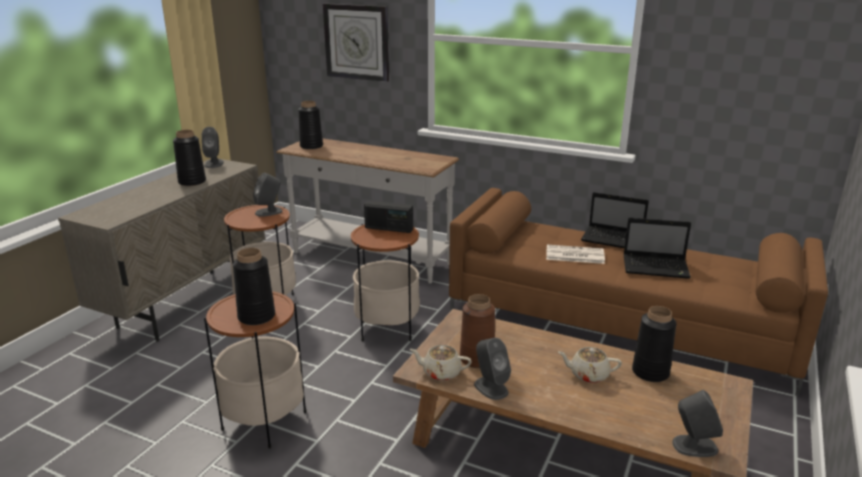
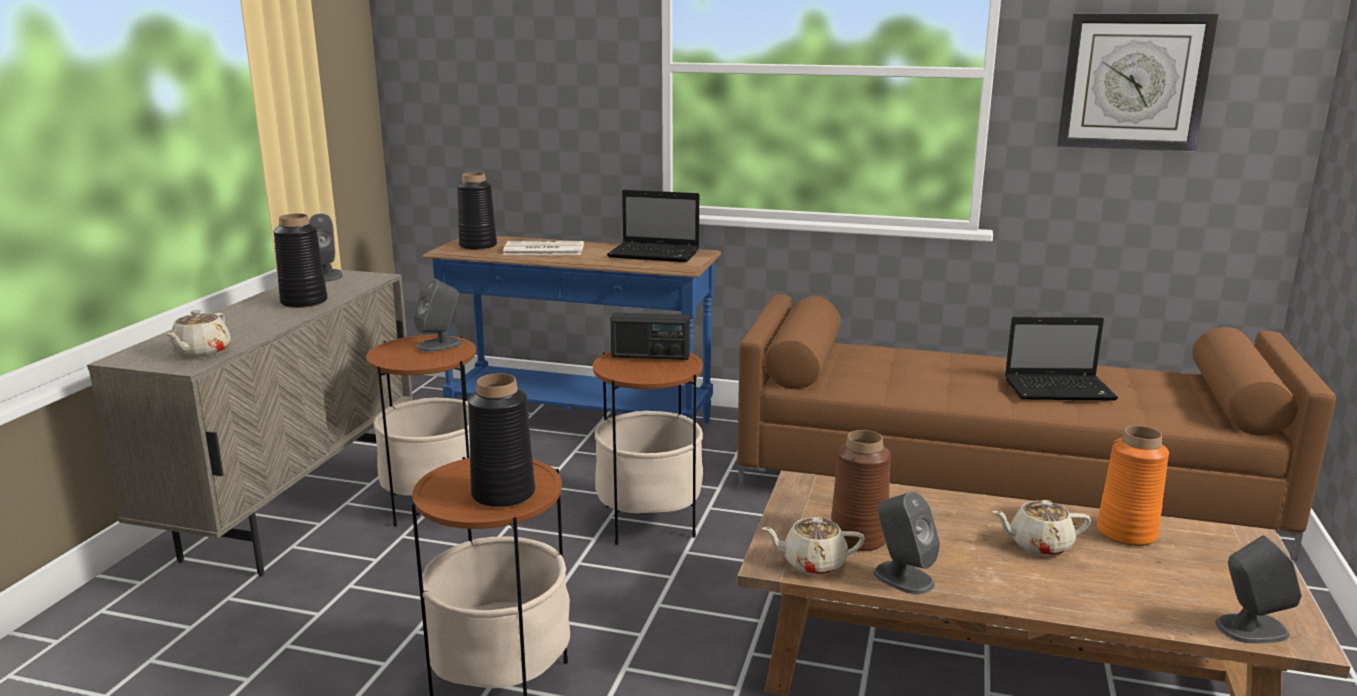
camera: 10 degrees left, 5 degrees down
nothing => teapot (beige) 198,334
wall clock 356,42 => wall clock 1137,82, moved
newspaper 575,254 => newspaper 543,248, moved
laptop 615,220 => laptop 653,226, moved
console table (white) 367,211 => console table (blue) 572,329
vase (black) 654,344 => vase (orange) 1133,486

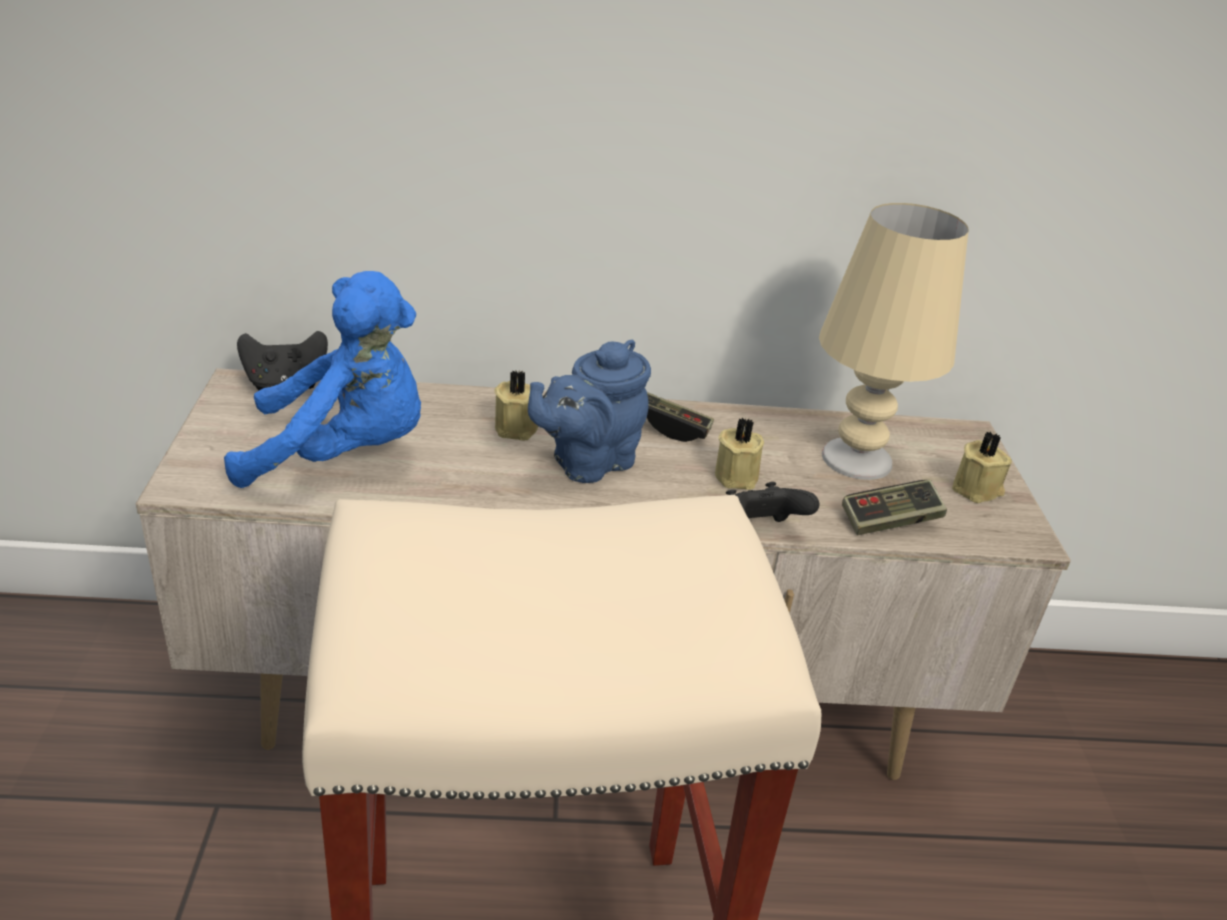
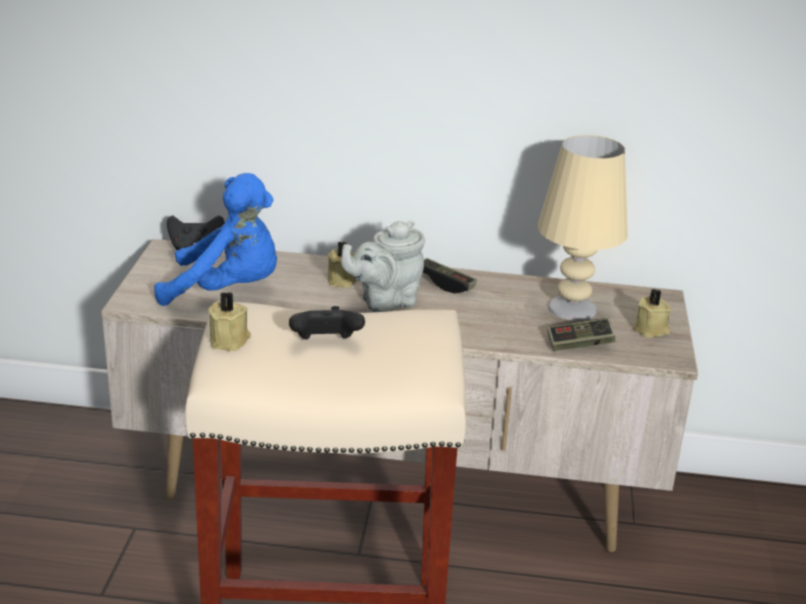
camera: 10 degrees right, 5 degrees down
candle (beige) 739,454 => candle (beige) 229,321, moved
game controller (black) 772,502 => game controller (black) 327,323, moved
teapot (blue) 589,411 => teapot (grey) 383,266

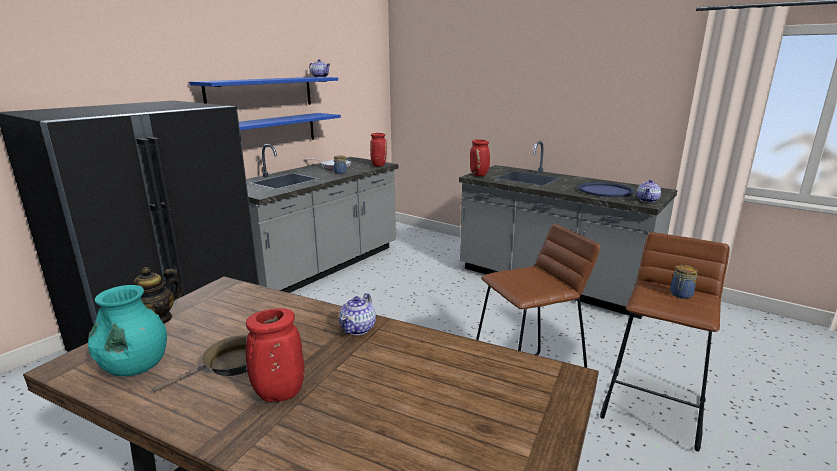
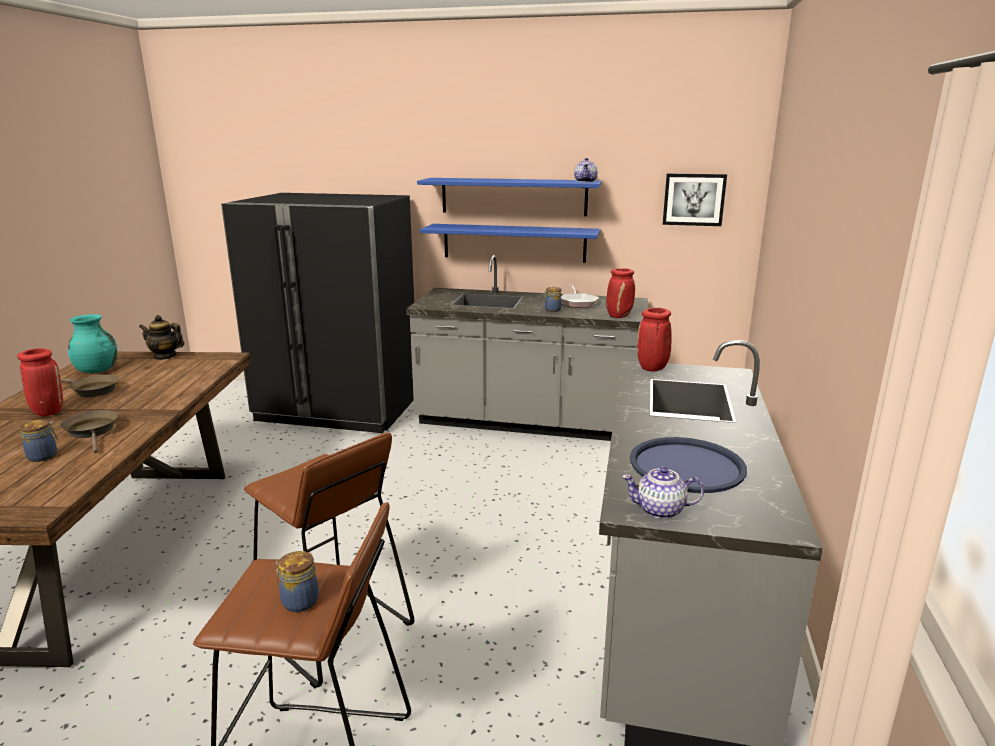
camera: 65 degrees right, 0 degrees up
teapot 357,314 => nothing
nothing => jar 39,441
nothing => frying pan (brown) 89,431
nothing => picture 695,199

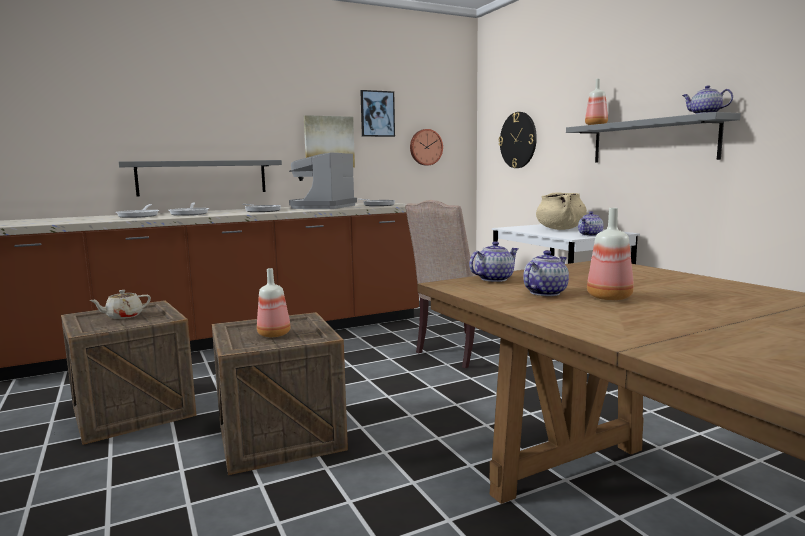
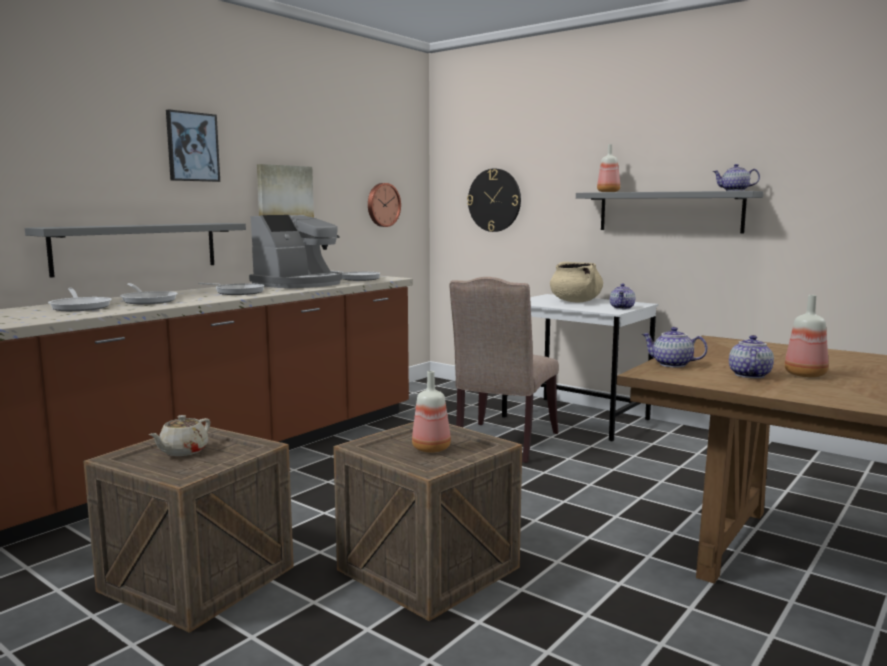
camera: 25 degrees left, 0 degrees up
picture 377,113 => picture 193,145, moved
coffee machine 323,180 => coffee machine 295,251, 135 degrees counterclockwise
teapot 494,261 => teapot 675,347, 90 degrees counterclockwise

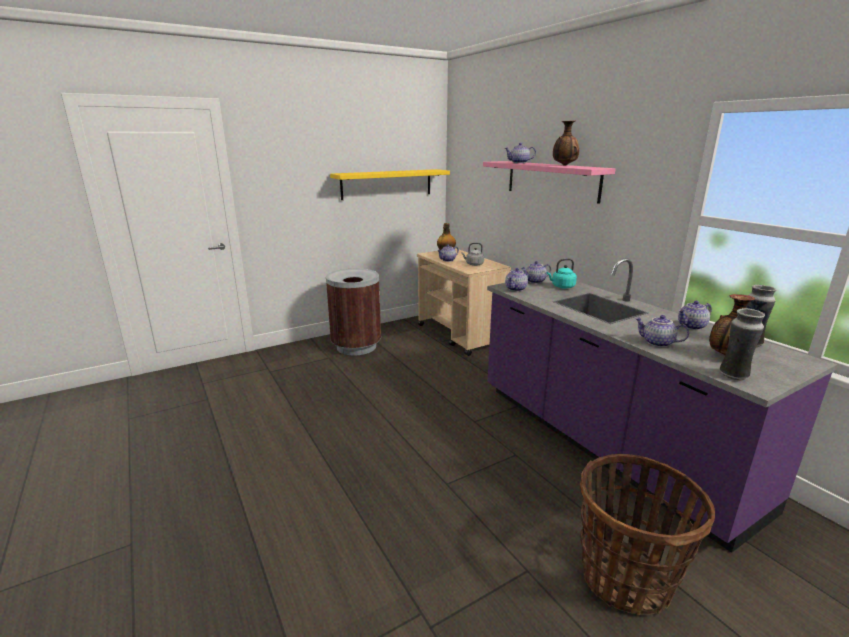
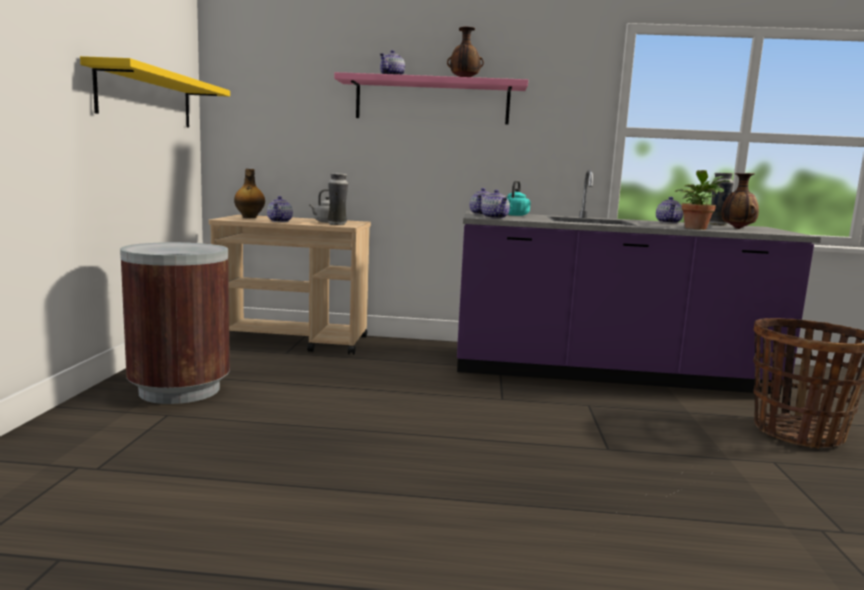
camera: 55 degrees left, 10 degrees down
vase 742,344 => vase 338,199, moved
teapot 662,331 => potted plant 702,200

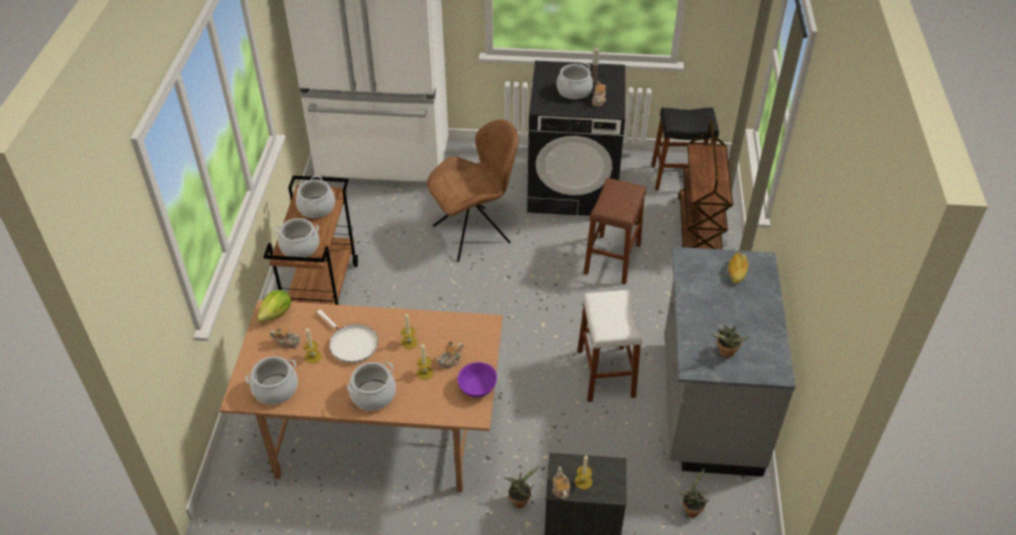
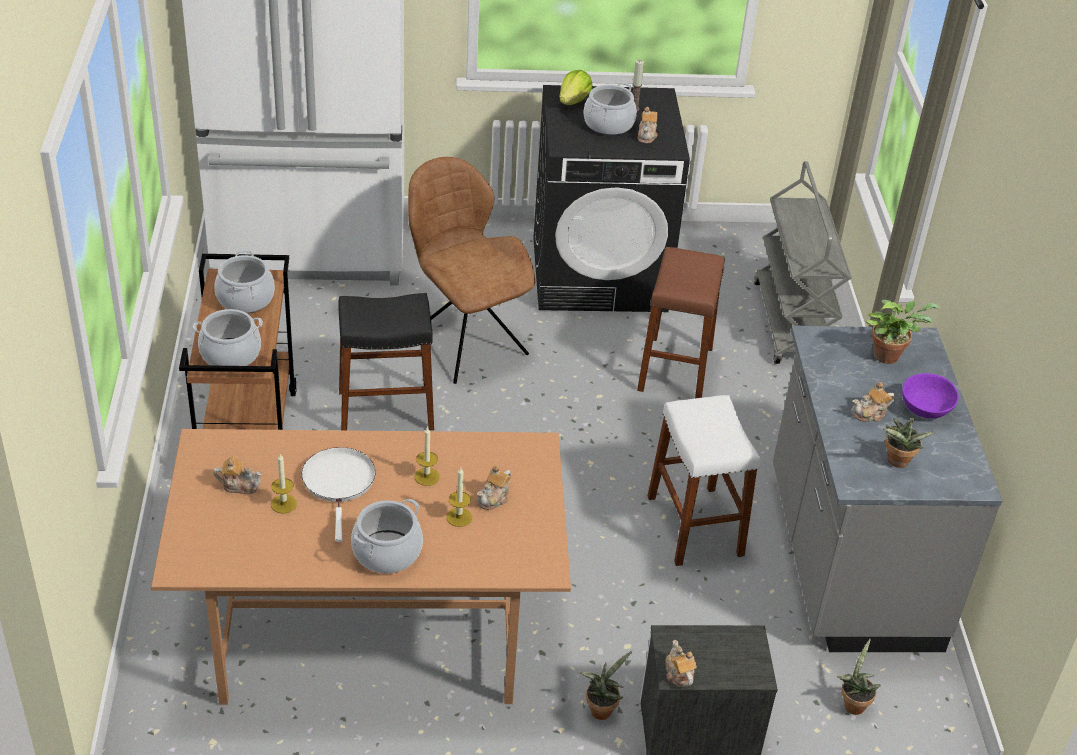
camera: 10 degrees left, 5 degrees down
cooking pot 271,380 => nothing
candle 583,472 => nothing
nothing => teapot 874,402
lettuce 274,306 => lettuce 576,87, moved
bowl (purple) 477,379 => bowl (purple) 930,395, moved
stool (black) 685,149 => stool (black) 386,361, moved
bread 738,268 => potted plant 903,332
cart (brown) 705,185 => cart (grey) 803,262
frying pan (white) 347,336 => frying pan (white) 338,494, 135 degrees counterclockwise
chair (brown) 473,190 => chair (brown) 471,270, 90 degrees counterclockwise

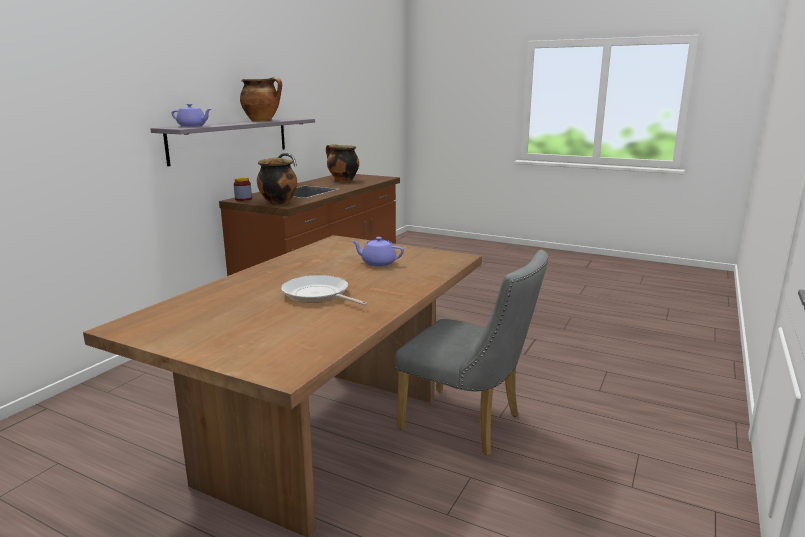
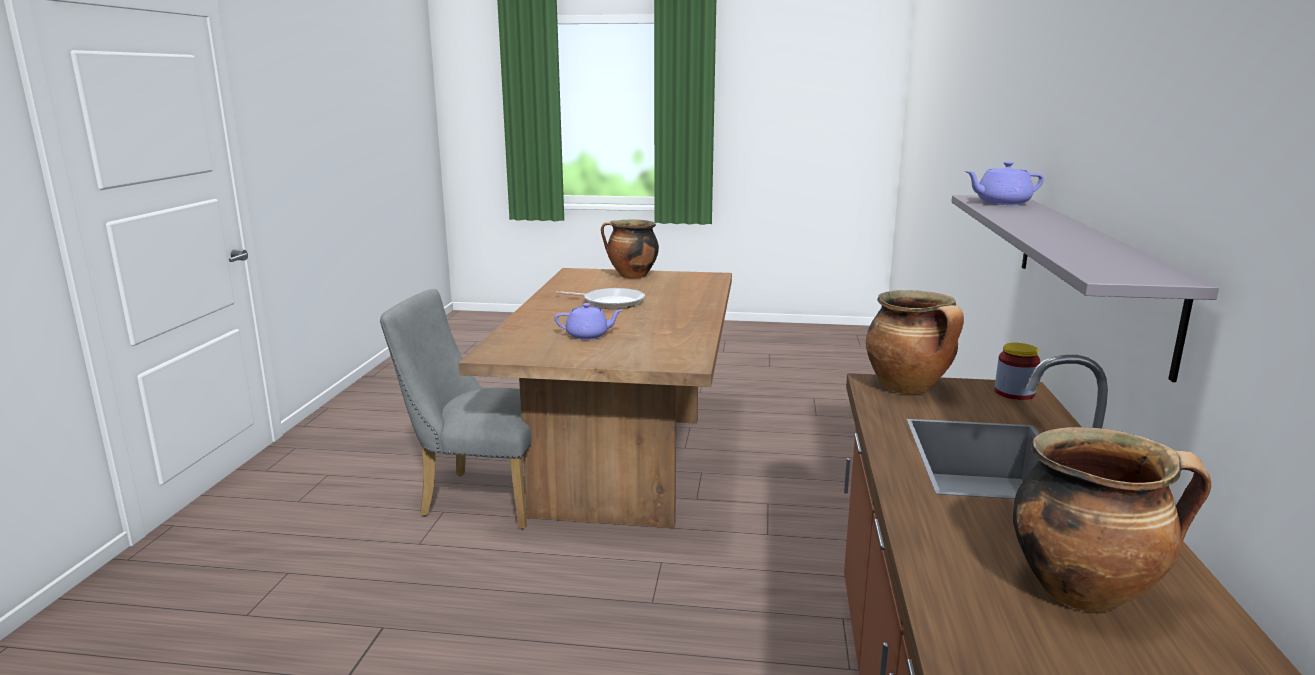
camera: 160 degrees right, 0 degrees up
cooking pot 261,99 => cooking pot 630,249, moved

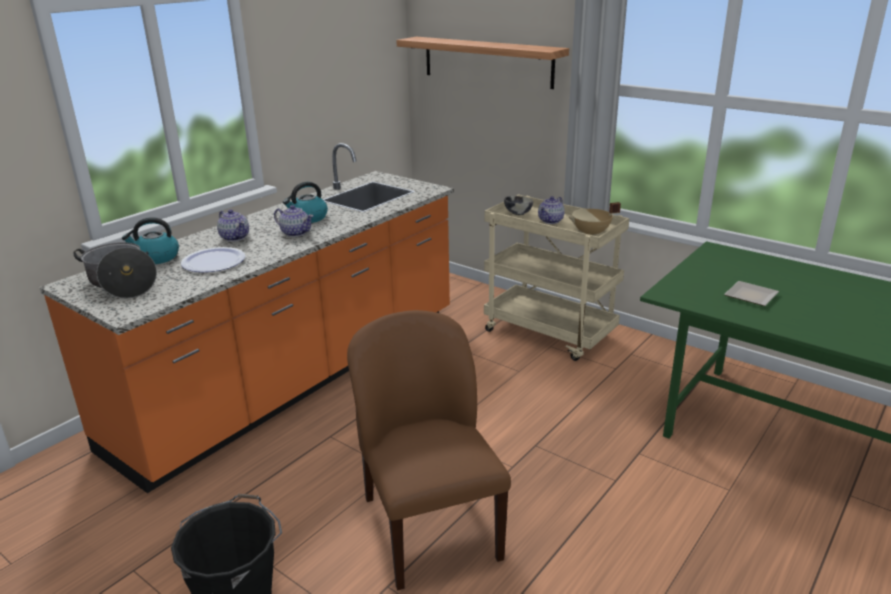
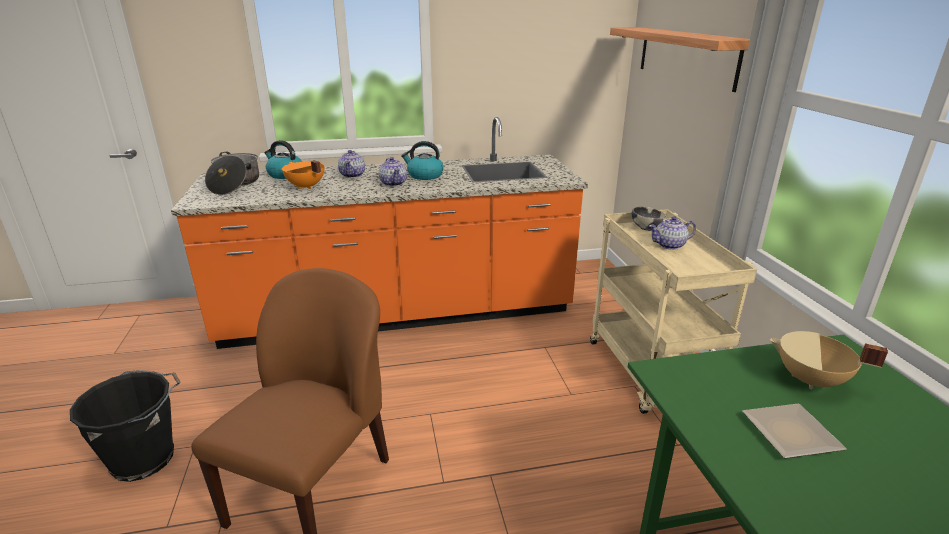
camera: 40 degrees right, 0 degrees up
cooking pot (beige) 595,219 => cooking pot (beige) 829,360, moved
plate 213,259 => cooking pot (orange) 303,174

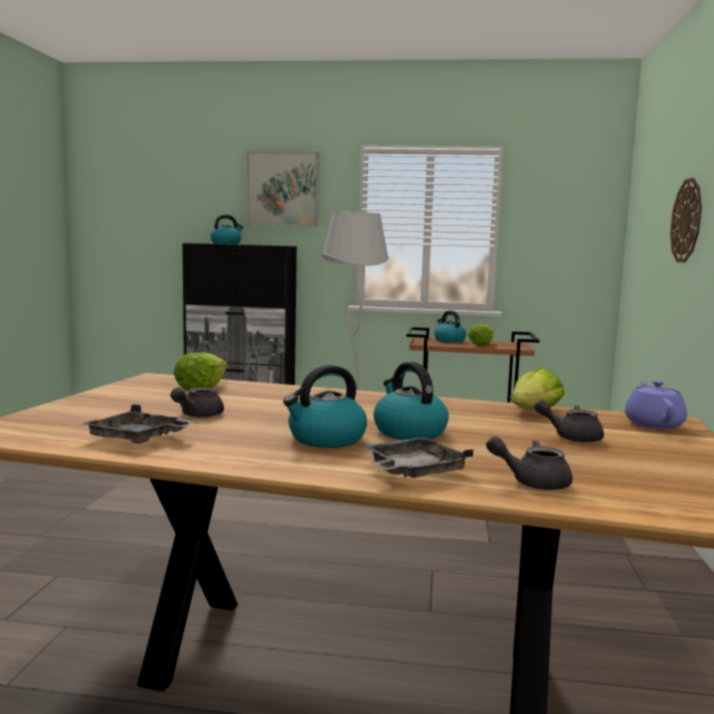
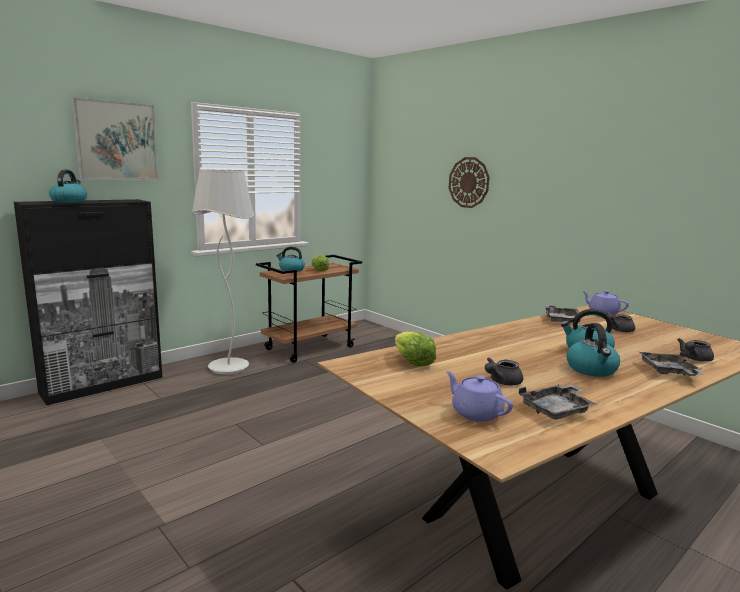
camera: 50 degrees left, 5 degrees up
nothing => teapot (purple) 479,396
lettuce 538,389 => tray (grey) 564,313
teapot (grey) 197,402 => teapot (grey) 504,371, 75 degrees clockwise

